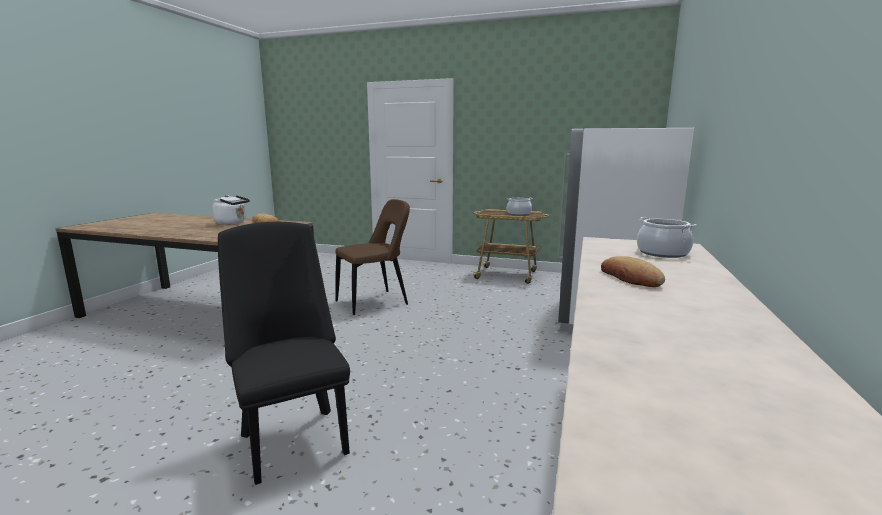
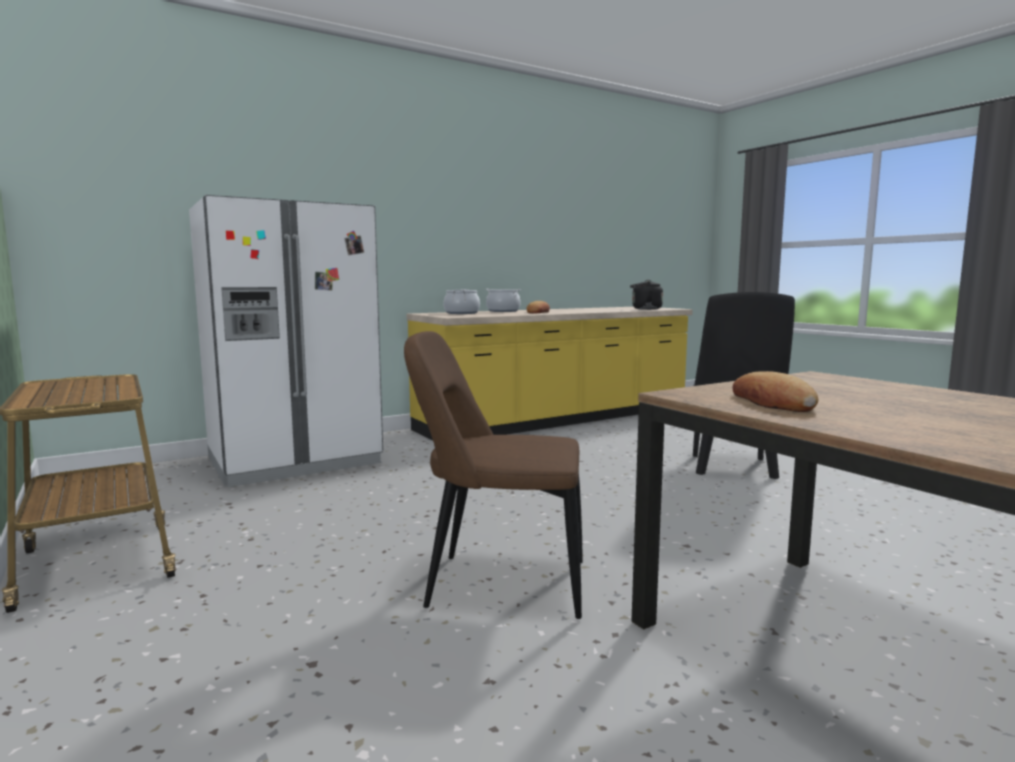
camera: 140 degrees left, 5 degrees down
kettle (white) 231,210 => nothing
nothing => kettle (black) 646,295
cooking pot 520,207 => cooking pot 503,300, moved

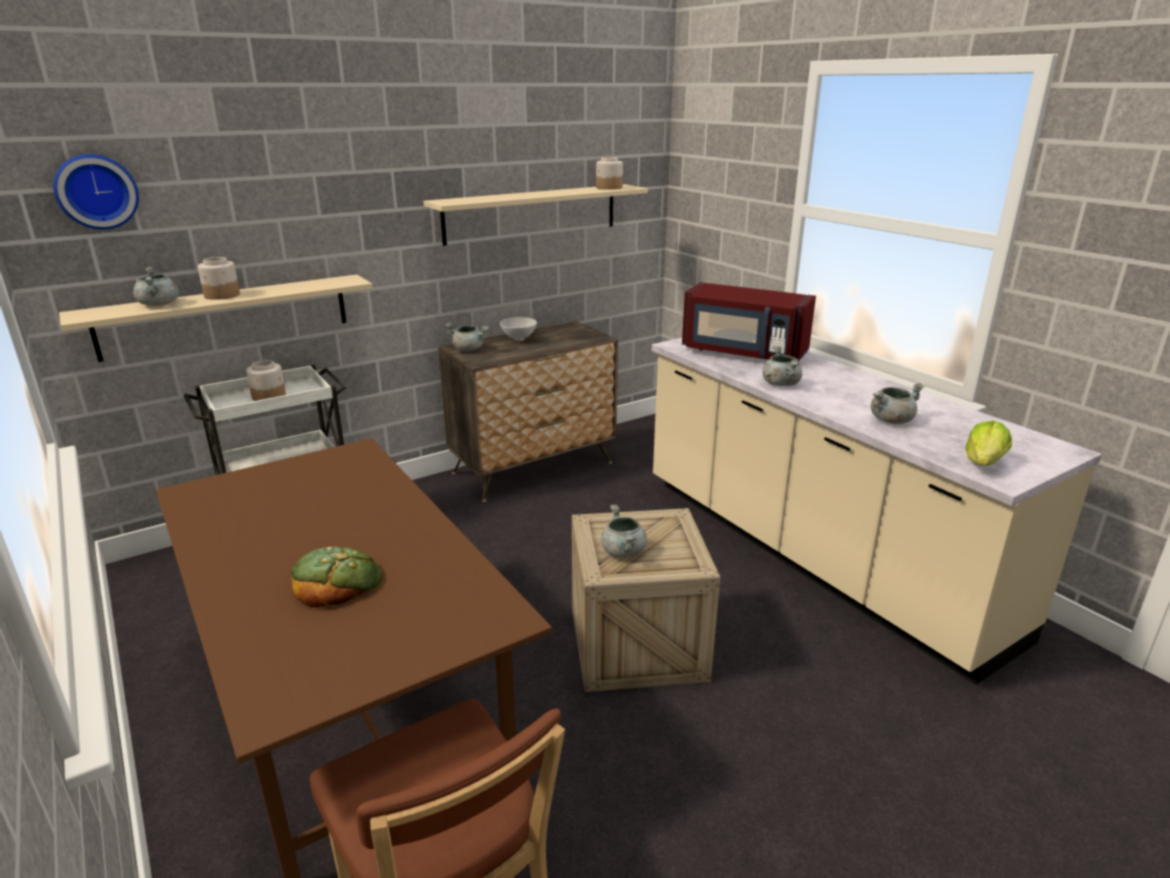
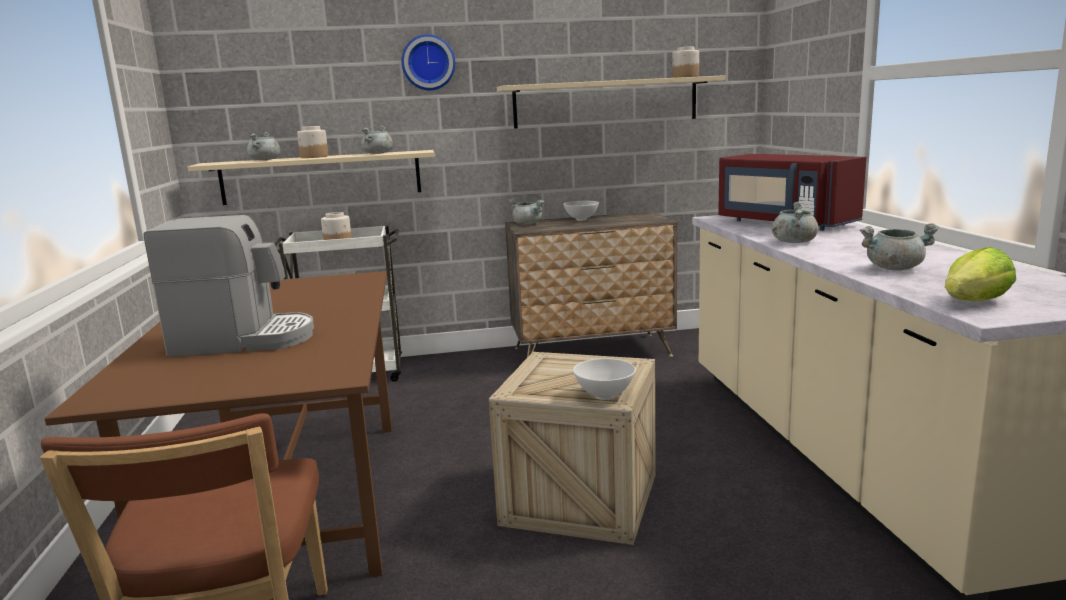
camera: 25 degrees right, 10 degrees down
nothing => bowl (white) 604,379
wall clock 96,191 => wall clock 428,62, moved
cooking pot (grey) 624,531 => cooking pot (grey) 377,140, moved
bread 336,577 => coffee machine 229,286

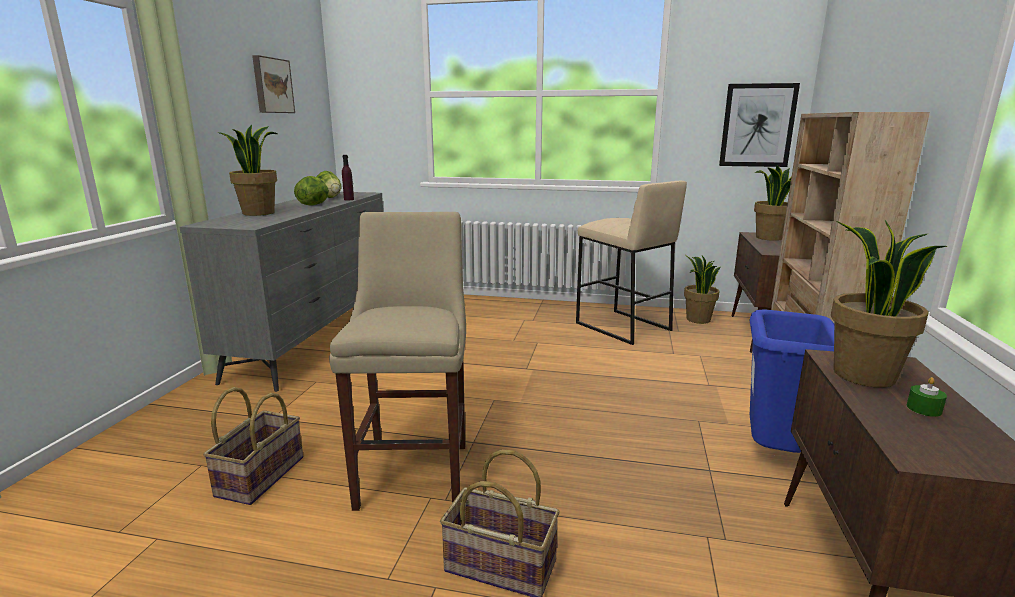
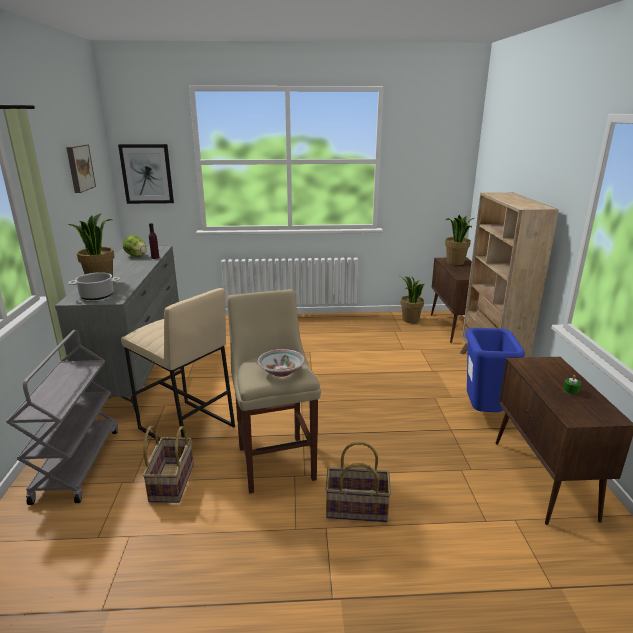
camera: 15 degrees left, 5 degrees up
lettuce 311,191 => nothing
potted plant 889,304 => nothing
nothing => cart (grey) 62,417
nothing => cooking pot 94,286
nothing => bowl 281,363
stool (beige) 631,263 => stool (beige) 178,364, moved
picture 759,125 => picture 146,174, moved

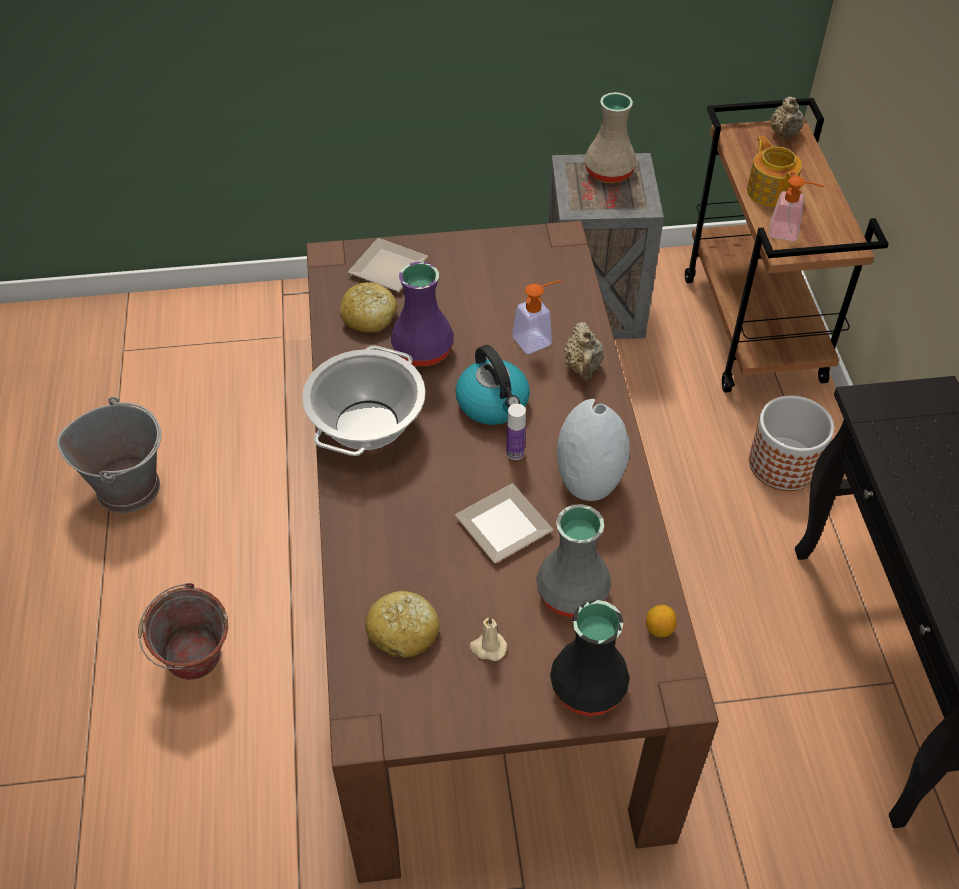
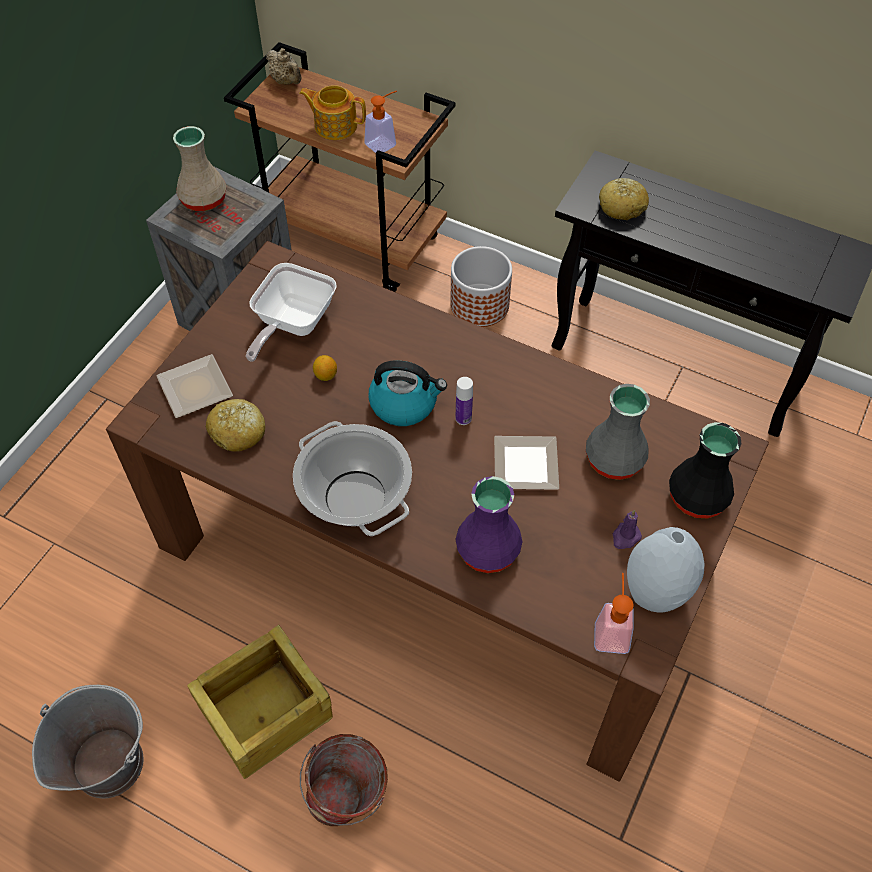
camera: 55 degrees left, 5 degrees up
teapot (beige) 584,351 => nothing
nothing => crate 260,701
nothing => frying pan 291,312
bread 402,624 => bread 624,199, moved
vase (purple) 422,314 => vase (purple) 489,524, moved
soap dispenser 536,317 => soap dispenser 614,613, moved
vase (grey) 593,450 => vase (grey) 666,570, moved
lemon 661,621 => lemon 325,368, moved
candle (beige) 488,638 => candle (purple) 627,529

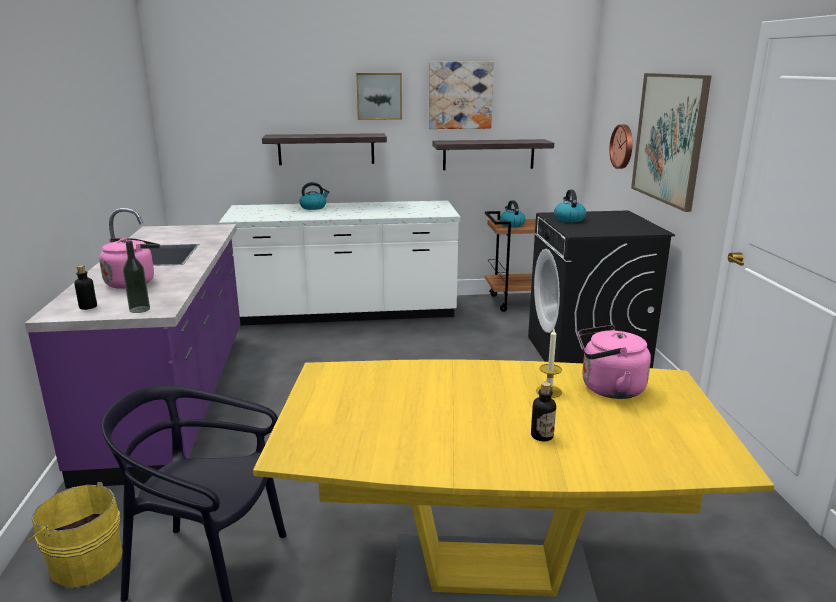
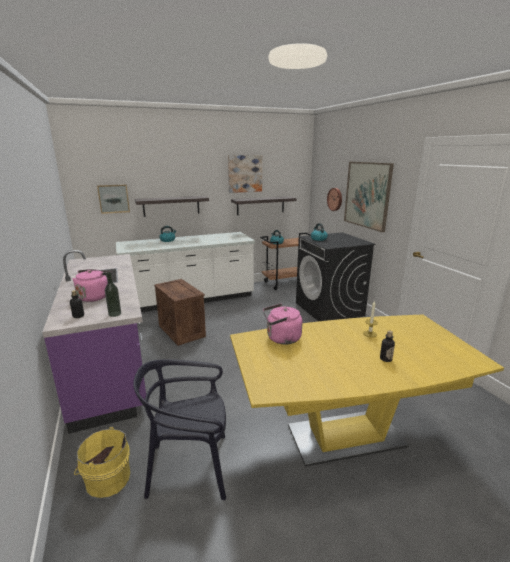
camera: 15 degrees left, 0 degrees up
nothing => crate 180,312
picture 379,96 => picture 113,199, moved
kettle (pink) 614,362 => kettle (pink) 282,324, moved

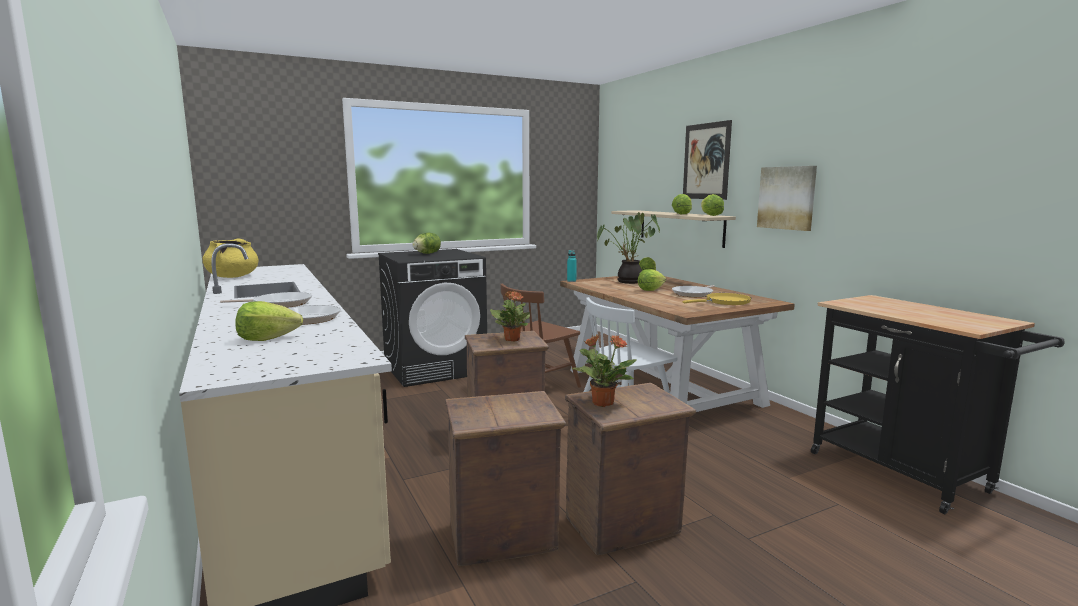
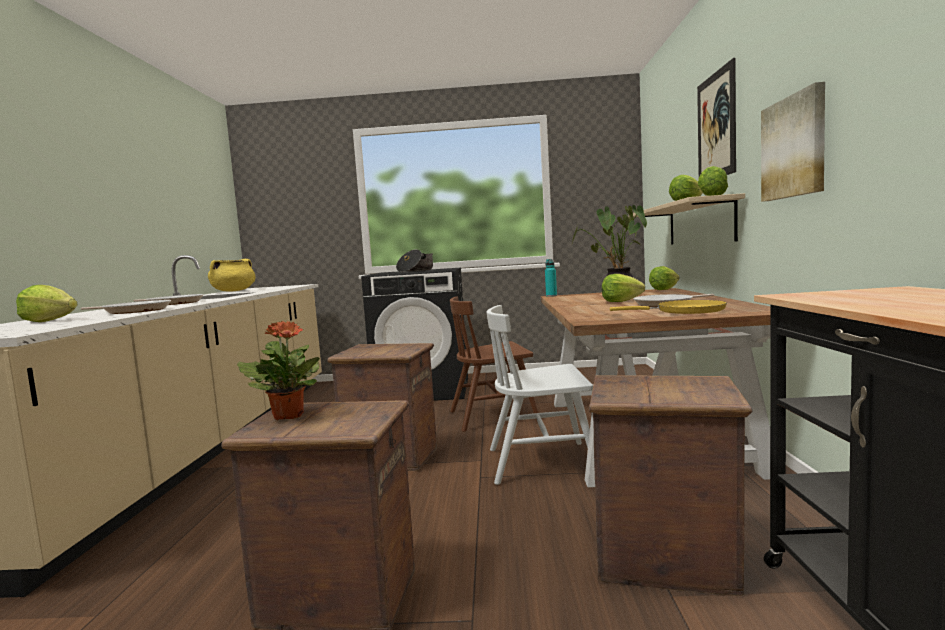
camera: 30 degrees right, 5 degrees down
potted plant 510,316 => nothing
crate 505,478 => crate 670,485, moved
lettuce 426,243 => cooking pot 414,260

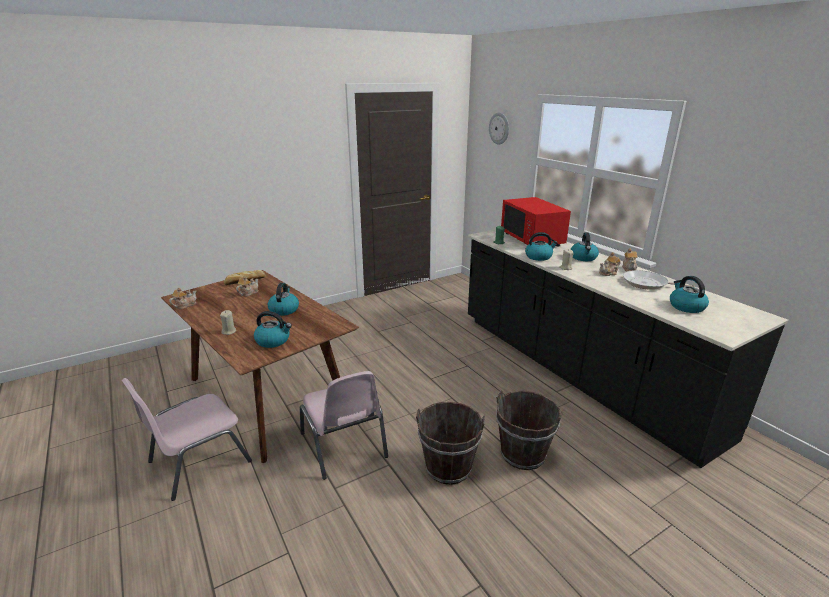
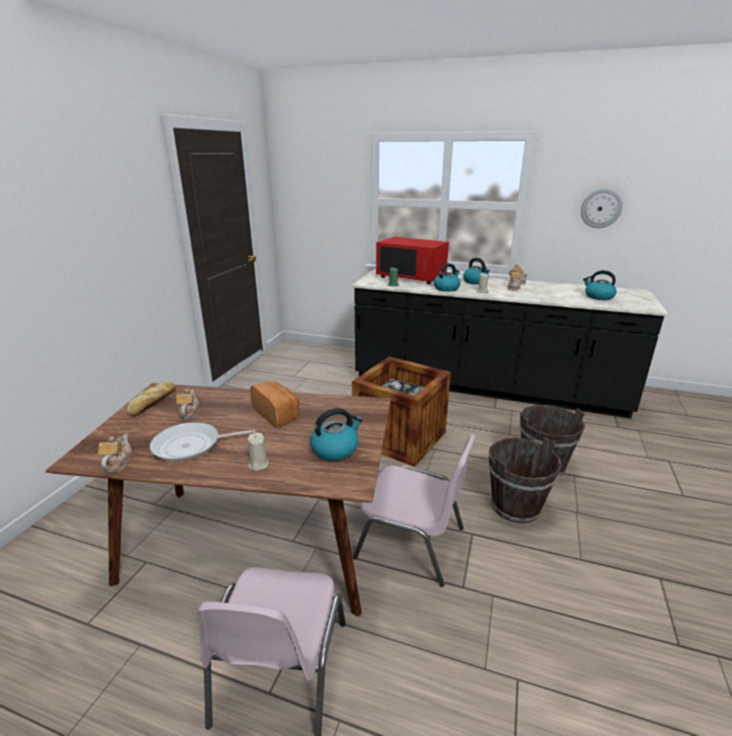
camera: 40 degrees left, 0 degrees up
nothing => crate 401,412
wall clock 499,128 => wall clock 602,208, moved
frying pan 659,280 => frying pan 202,442, moved
kettle 283,299 => bread 275,404

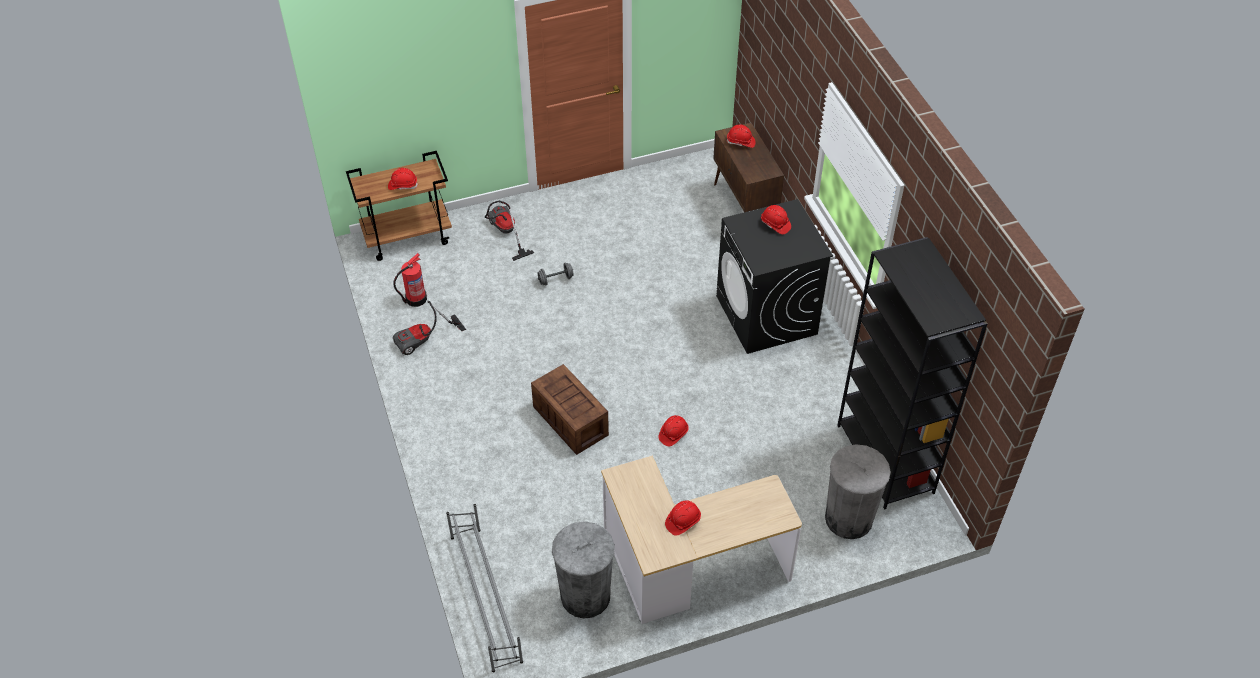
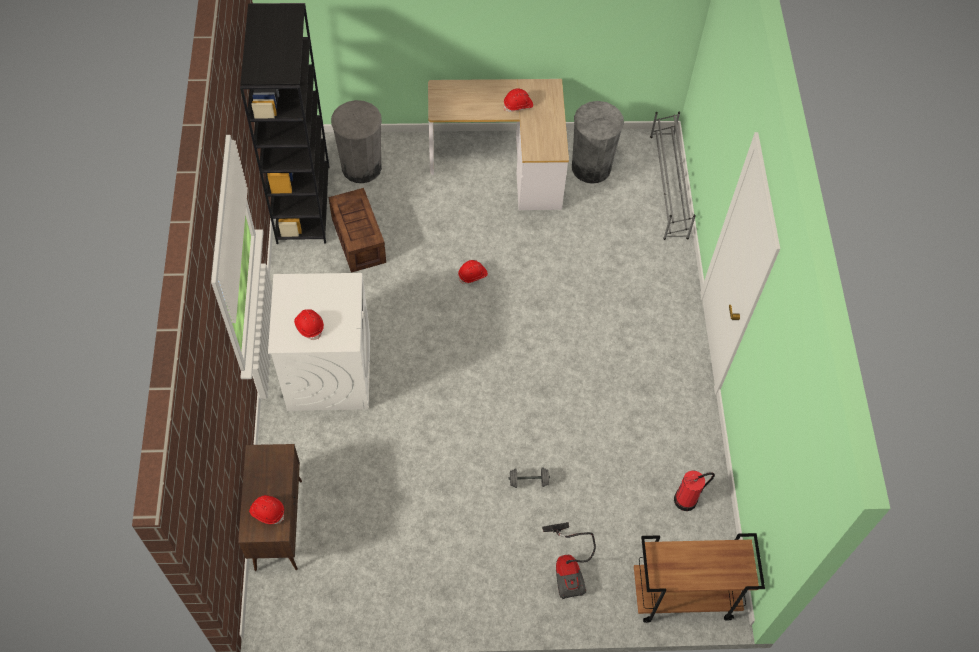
camera: 165 degrees left, 10 degrees up
hard hat (red) 403,179 => nothing
vacuum cleaner 429,328 => nothing
crate 570,409 => crate 357,230, moved
washing machine (black) 774,276 => washing machine (white) 319,342

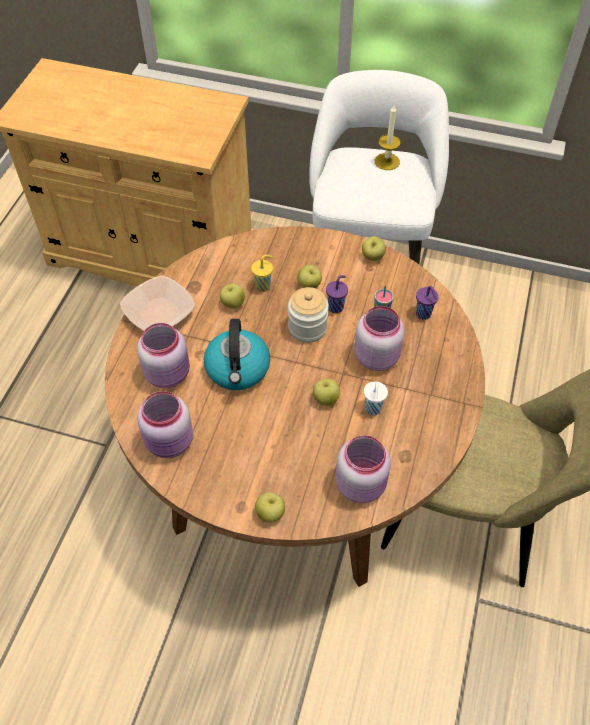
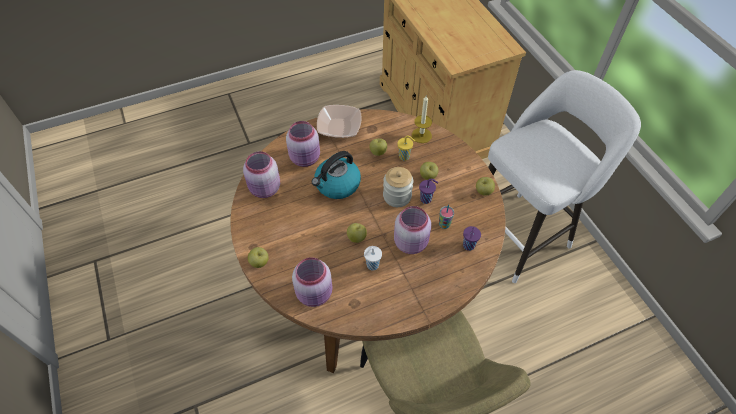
camera: 50 degrees right, 0 degrees up
candle 388,137 => candle 422,119, moved

